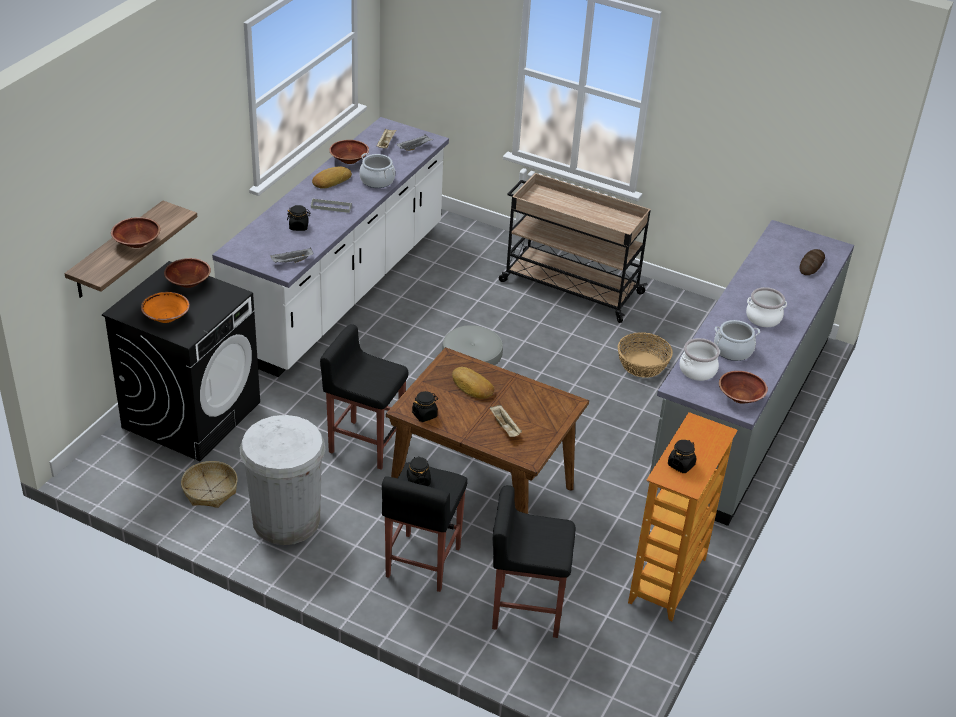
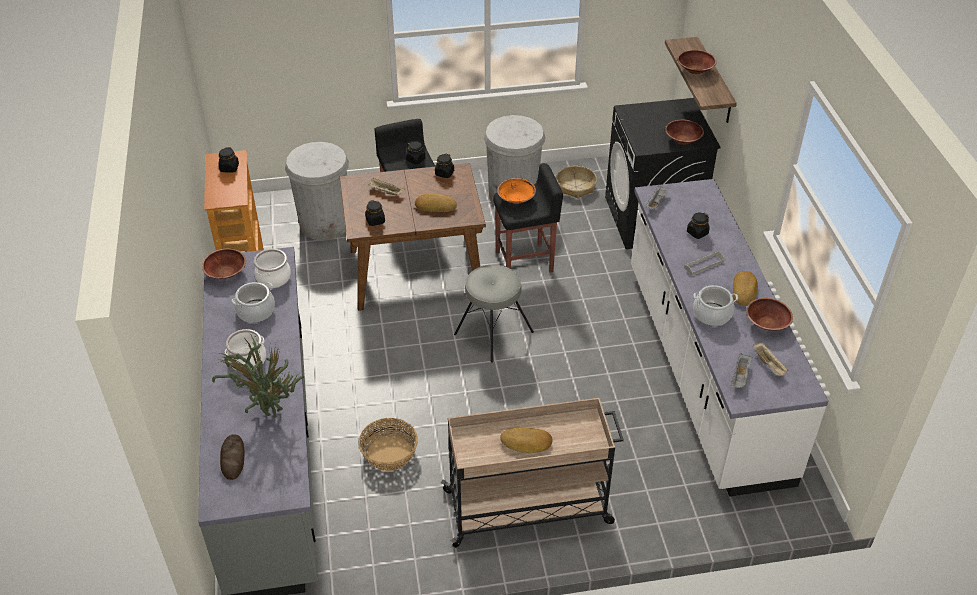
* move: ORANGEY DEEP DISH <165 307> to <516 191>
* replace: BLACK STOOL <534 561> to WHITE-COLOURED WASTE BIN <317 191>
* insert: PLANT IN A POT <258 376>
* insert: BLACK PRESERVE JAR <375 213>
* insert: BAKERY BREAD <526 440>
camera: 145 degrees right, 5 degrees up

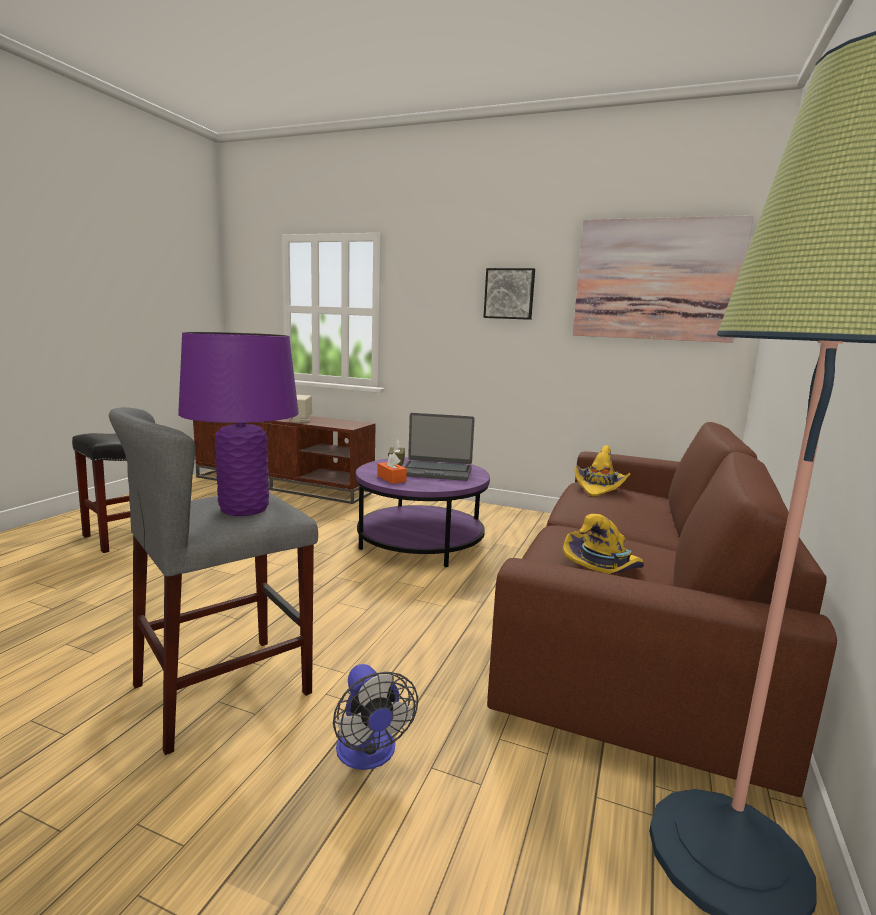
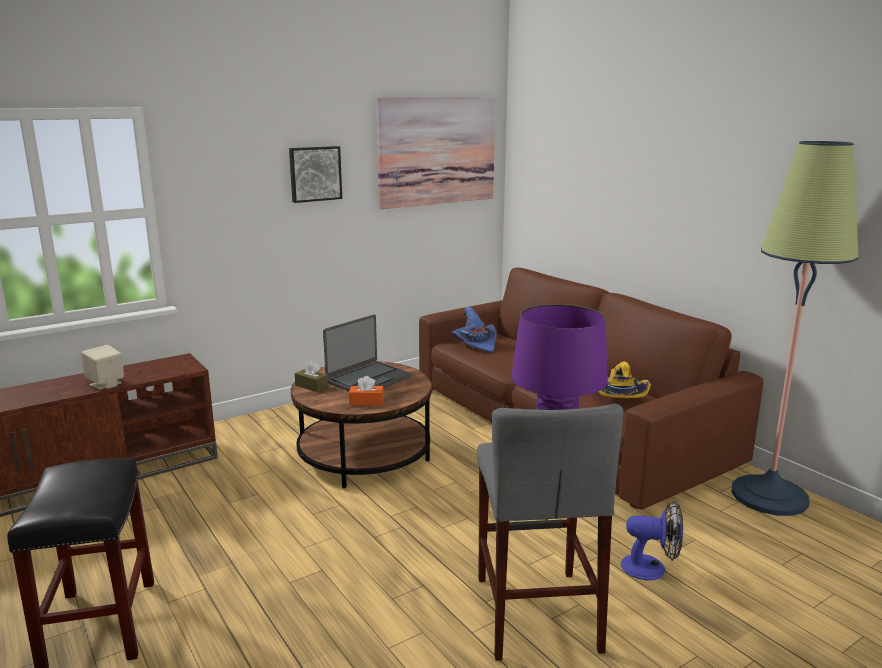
* recolor: PURPLISH LOUNGE TABLE <423 512> to BROWN-COLOURED LOUNGE TABLE <361 424>
* recolor: YELLOW-COLOURED HAT <602 471> to BLUE-COLOURED HAT <474 330>
camera: 55 degrees left, 5 degrees up

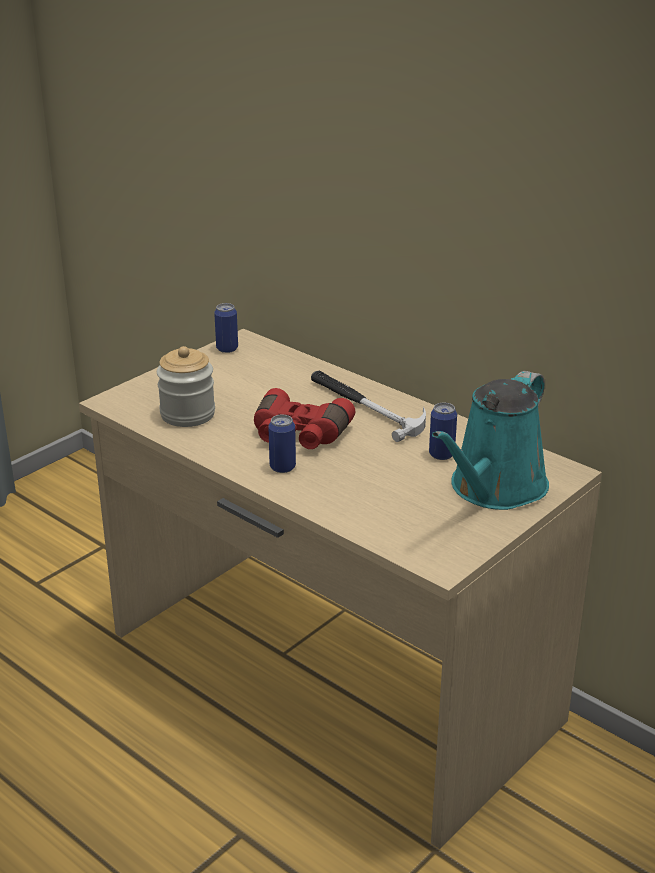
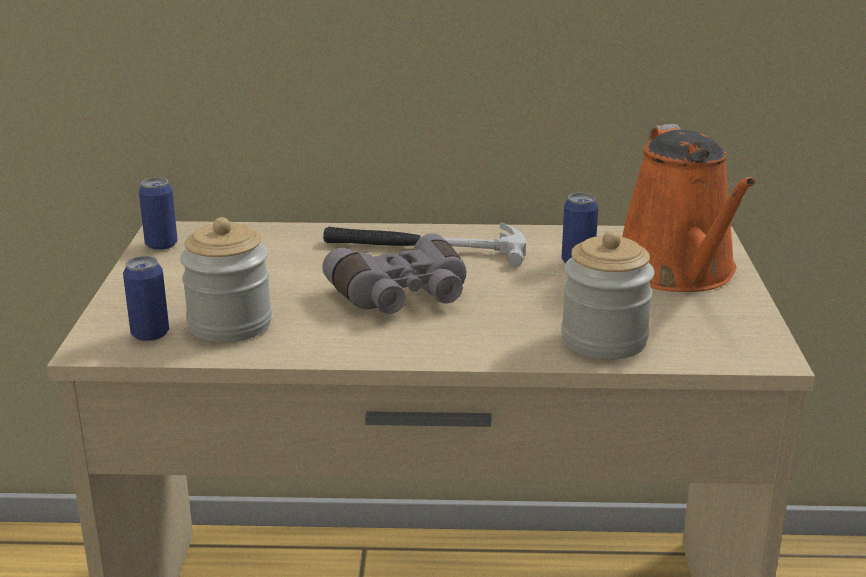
* recolor: REDDISH FIELD GLASSES <304 418> to GRAY FIELD GLASSES <394 273>
* move: SEALED CAN <282 444> to <146 298>
* recolor: TURQUOISE-COLOURED SPRINKLING CAN <490 440> to ORANGEY SPRINKLING CAN <689 208>
* insert: PRESERVE JAR <608 295>
camera: 40 degrees left, 5 degrees down

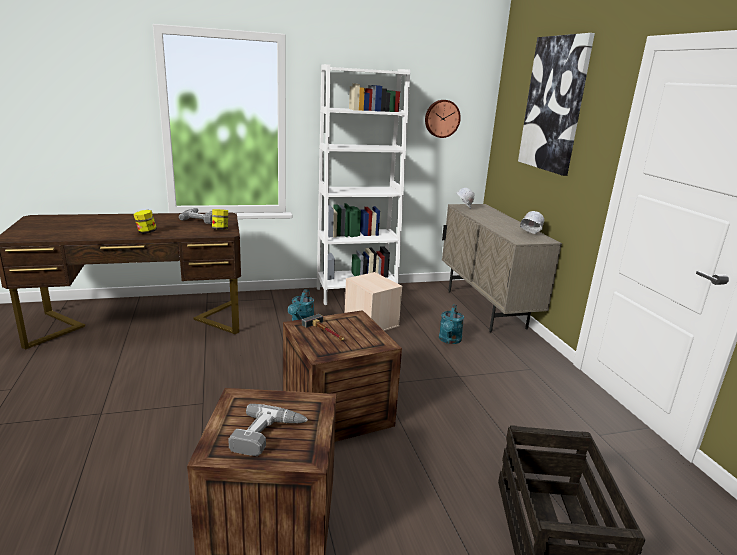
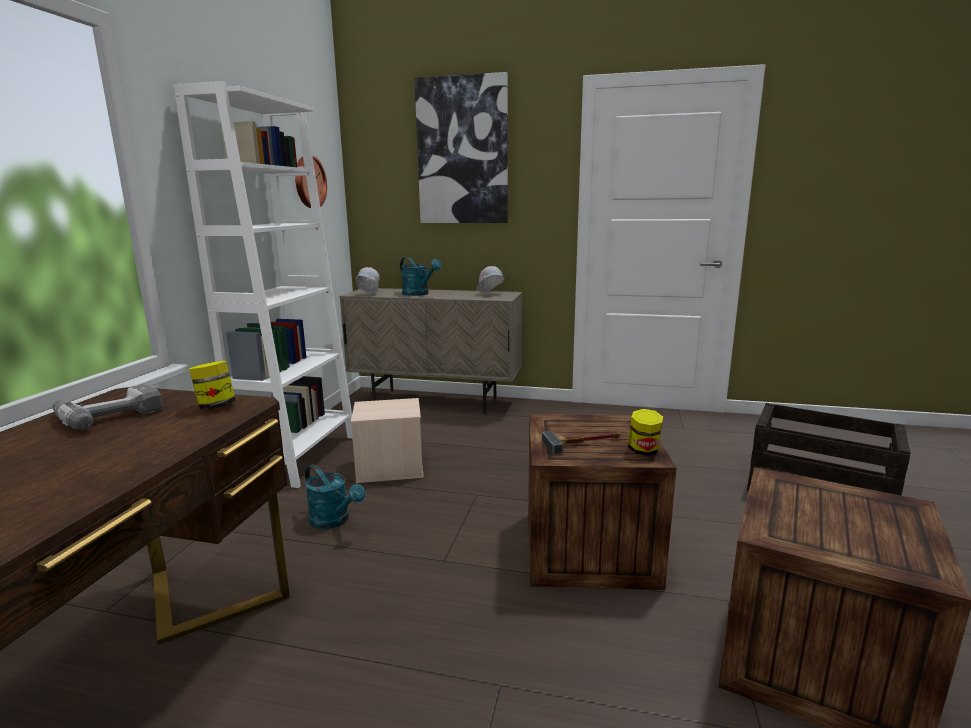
* move: PRESERVE JAR <145 222> to <645 432>
* delete: ELECTRIC DRILL <268 430>
* move: TURQUOISE-COLOURED SPRINKLING CAN <451 324> to <421 276>
camera: 60 degrees left, 5 degrees down

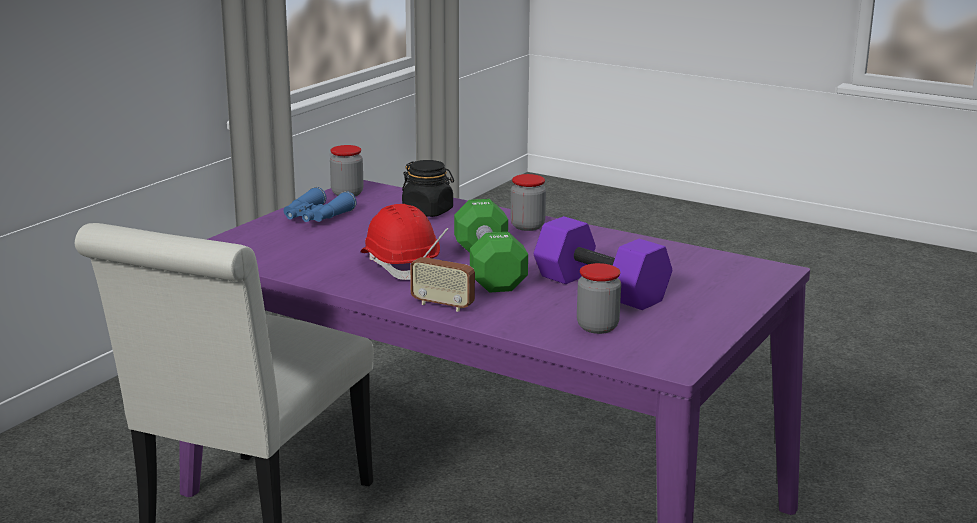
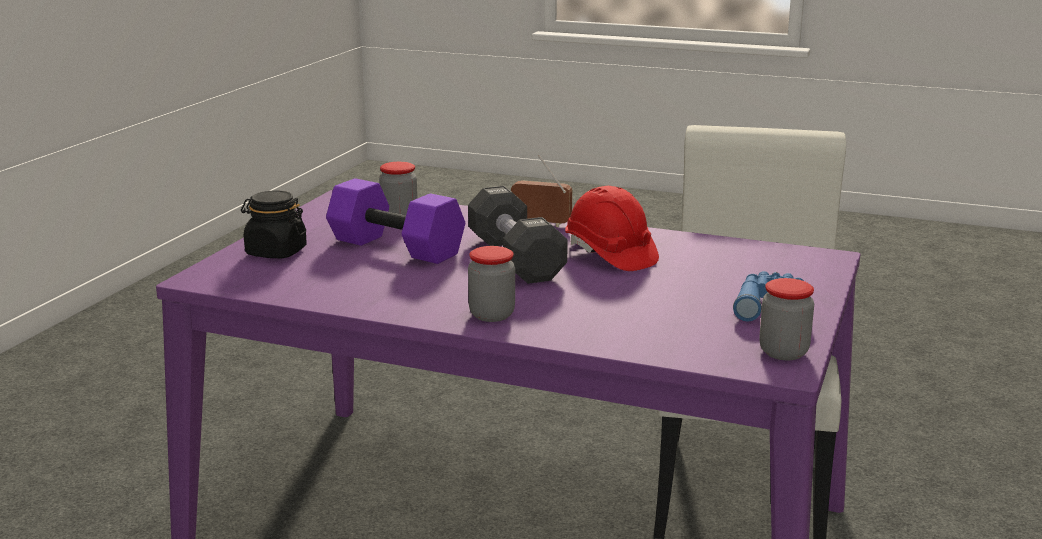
* move: BLACK PRESERVE JAR <428 188> to <274 224>
* recolor: GREENISH FREE WEIGHT <491 245> to BLACK FREE WEIGHT <518 235>
camera: 170 degrees right, 0 degrees up

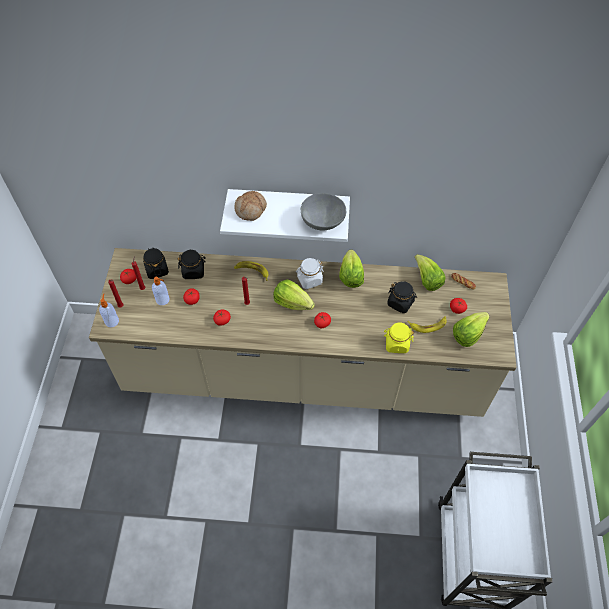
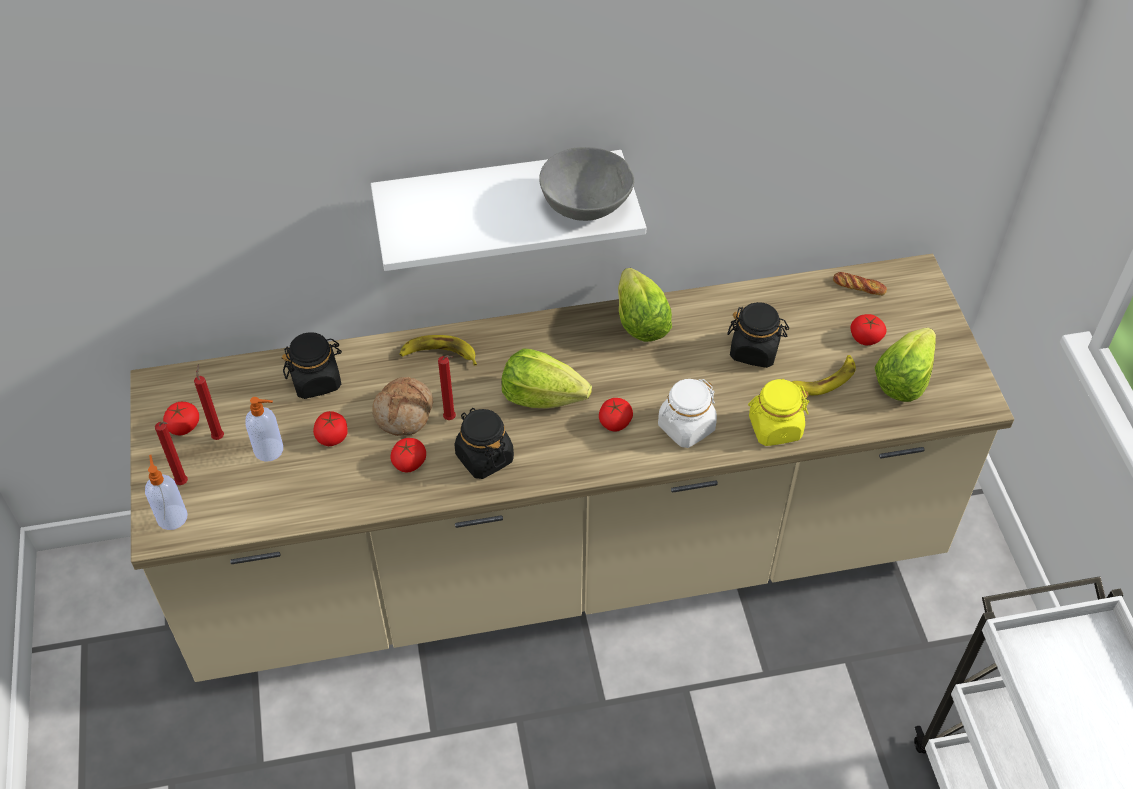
* move: BLACK PRESERVE JAR <156 263> to <484 443>
* move: BAKERY BREAD <250 206> to <402 406>
* move: WHITE-COLOURED PRESERVE JAR <310 273> to <687 413>
* delete: HEAD OF LETTUCE <430 272>
camera: 15 degrees left, 5 degrees down

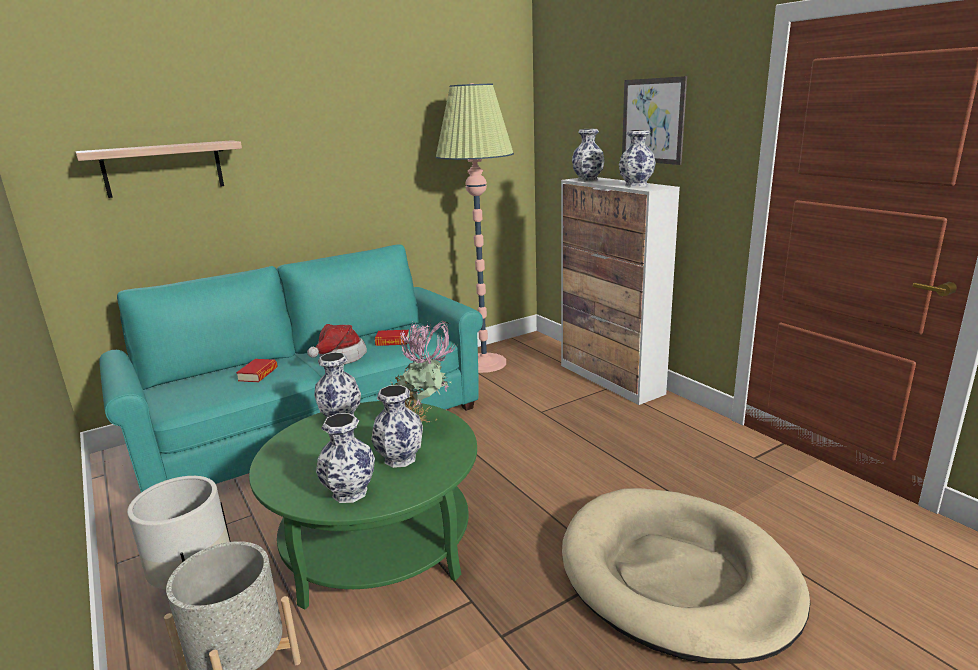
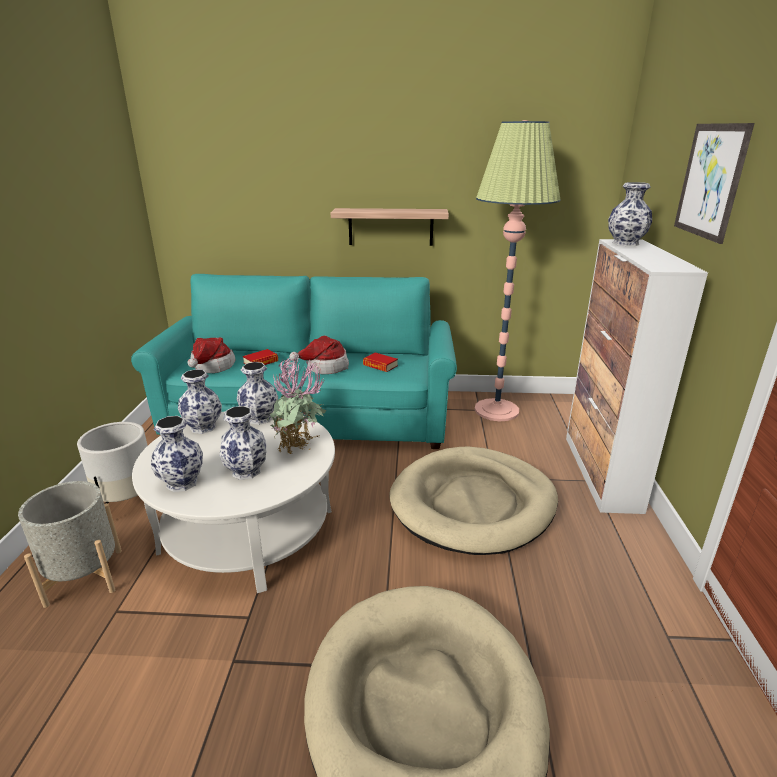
* move: BRACKET SHELF <159 169> to <390 227>
* recolor: GREENISH LOUNGE TABLE <363 505> to WHITE-COLOURED LOUNGE TABLE <233 502>
* move: FLOWER VASE <637 158> to <200 401>
* insert: HAT <211 355>
* insert: SAND-COLOURED PET BED <473 501>
camera: 35 degrees right, 5 degrees up

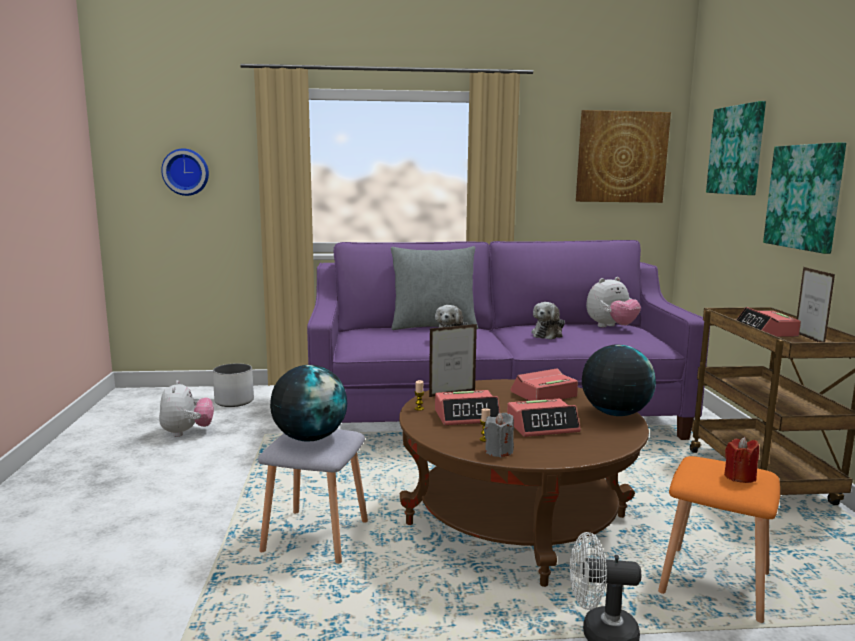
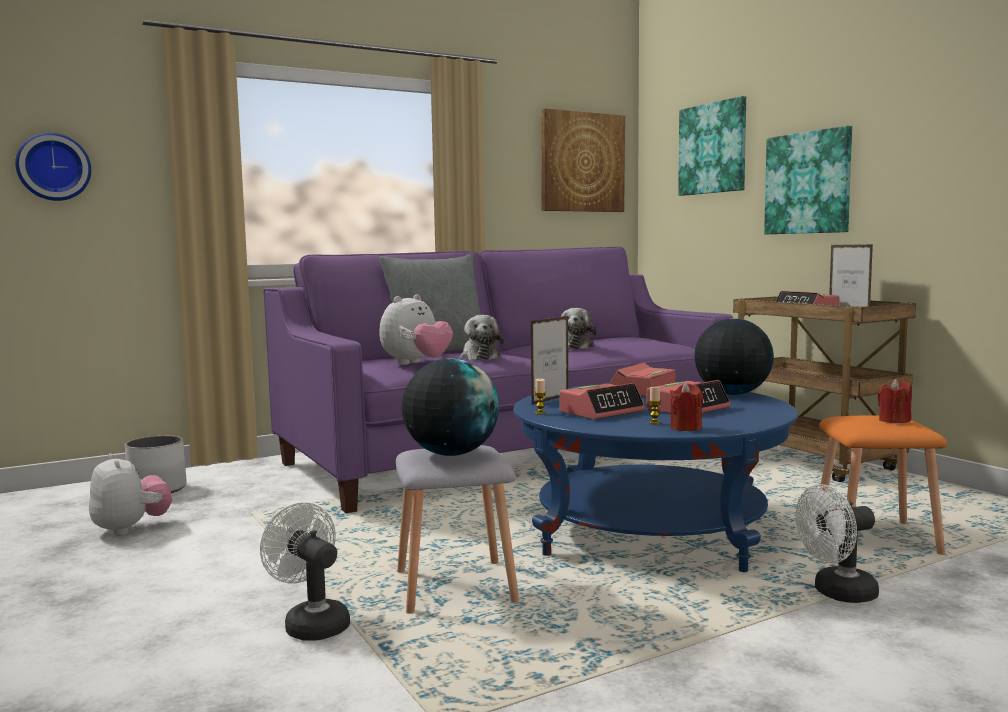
* recolor: BROWN-COLOURED LOUNGE TABLE <524 483> to BLUE-COLOURED LOUNGE TABLE <656 478>
* recolor: GRAY WAX LIGHT <499 434> to REDDISH WAX LIGHT <686 406>
* move: SOFT TOY <613 302> to <416 329>
* insert: WHITE-COLOURED FAN <305 571>
camera: 25 degrees left, 5 degrees down

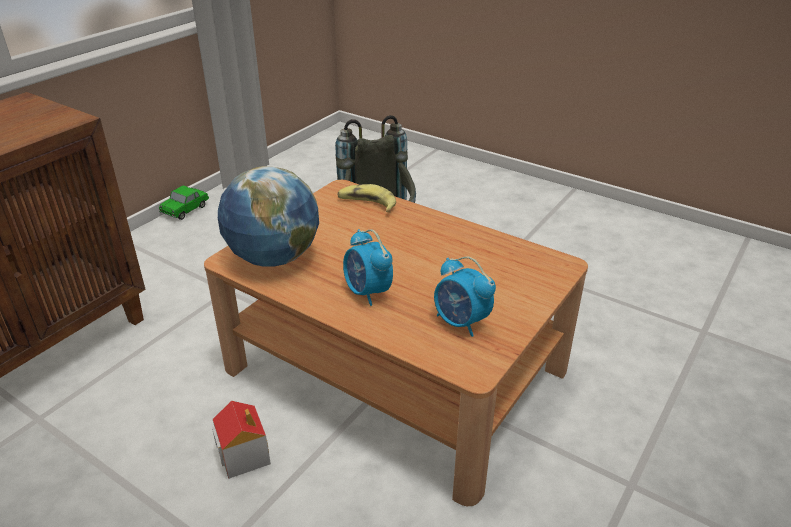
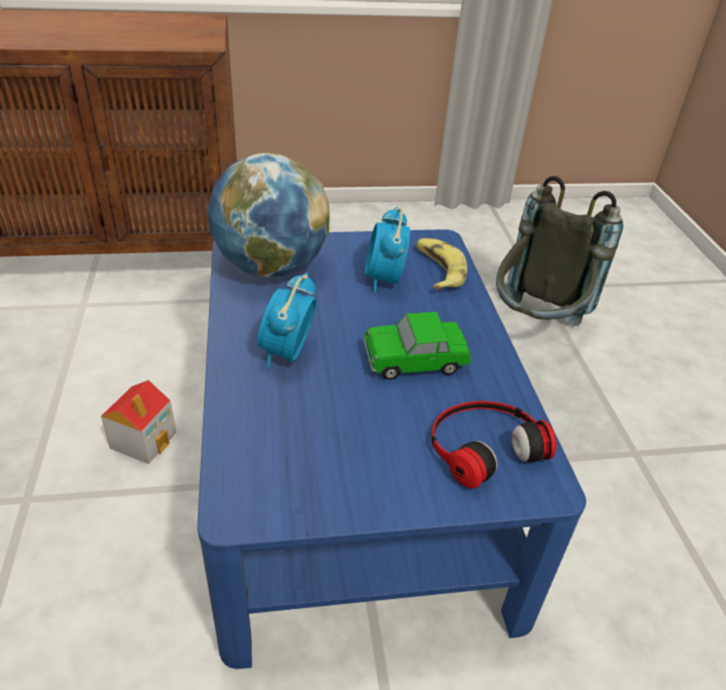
* move: MODEL CAR <184 202> to <417 346>
* recolor: BROWN-COLOURED LOUNGE TABLE <396 343> to BLUE-COLOURED LOUNGE TABLE <391 449>
* move: BEDSIDE CLOCK <465 297> to <387 249>
* insert: HEADPHONES <493 444>
camera: 45 degrees right, 5 degrees up

